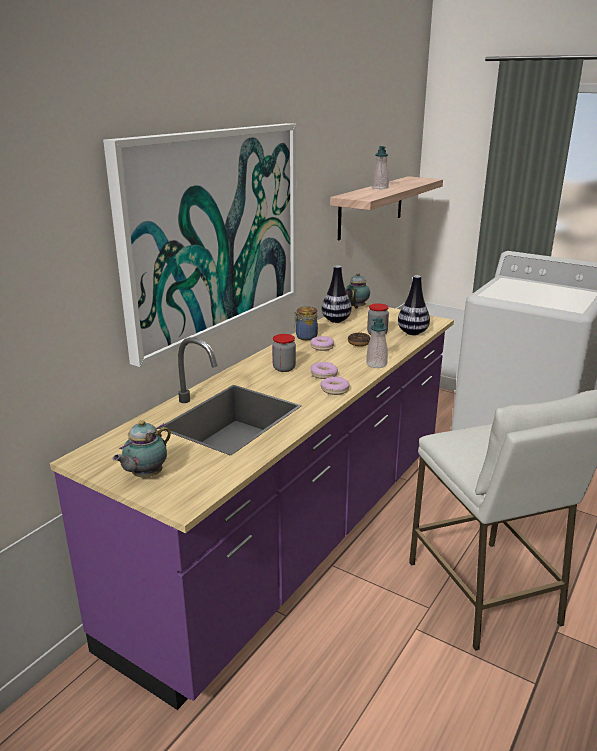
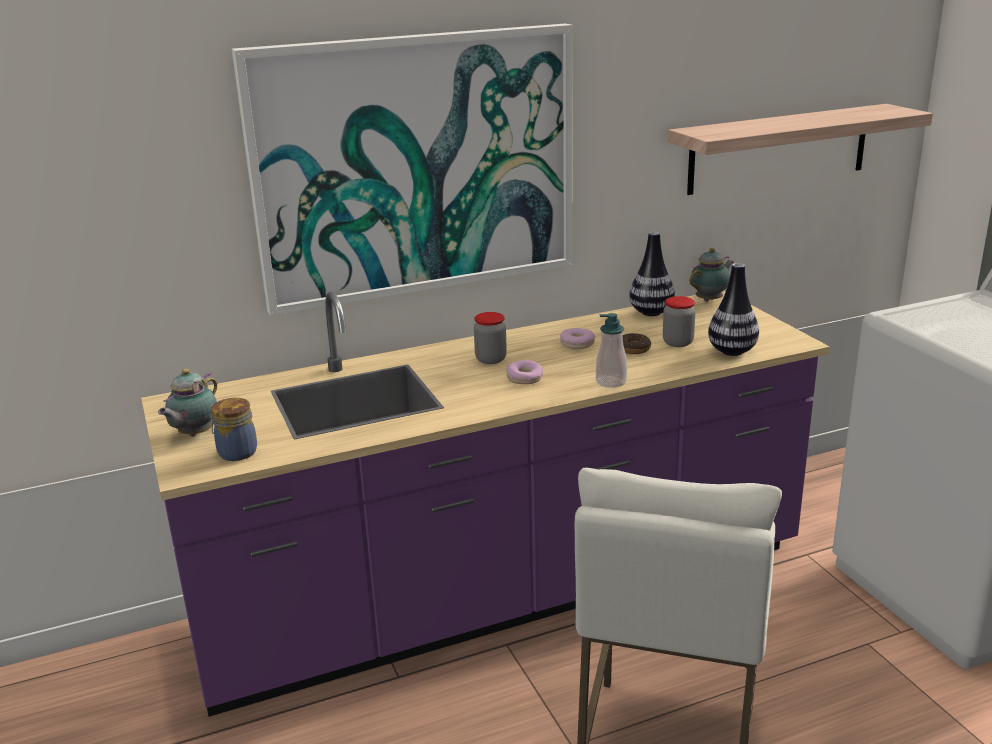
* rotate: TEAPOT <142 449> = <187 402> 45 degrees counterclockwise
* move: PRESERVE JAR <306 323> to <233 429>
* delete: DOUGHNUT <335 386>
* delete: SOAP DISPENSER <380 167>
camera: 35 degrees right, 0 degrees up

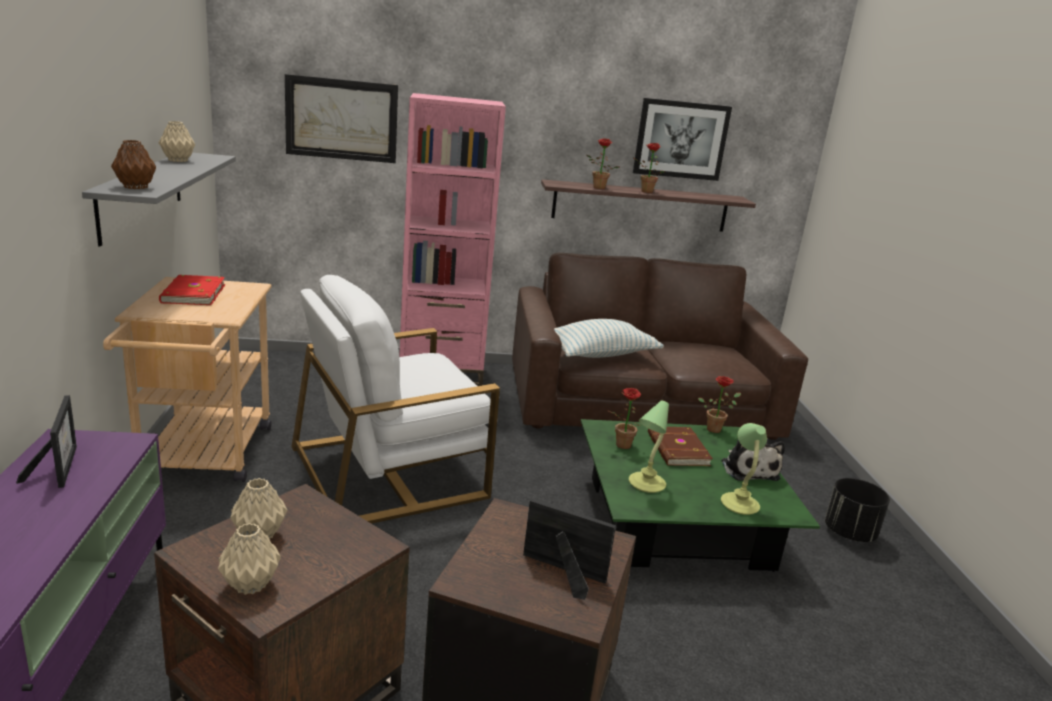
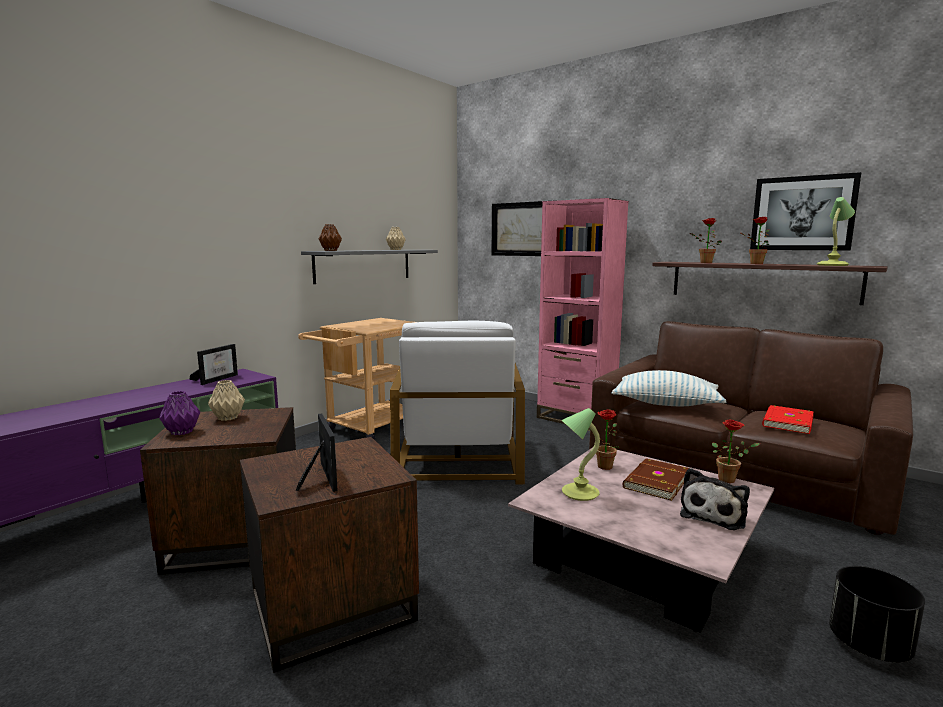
* move: REDDISH VOLUME <192 290> to <788 419>
* recolor: SAND-COLOURED FLOWER VASE <249 559> to PURPLISH FLOWER VASE <179 413>
* rotate: WHITE-COLOURED LOUNGE CHAIR <395 399> = <457 402> 105 degrees counterclockwise
* recolor: GREENISH LOUNGE TABLE <700 495> to PINKISH LOUNGE TABLE <641 539>
* move: LAMP FOR A TABLE <744 469> to <836 231>
camera: 45 degrees right, 10 degrees down

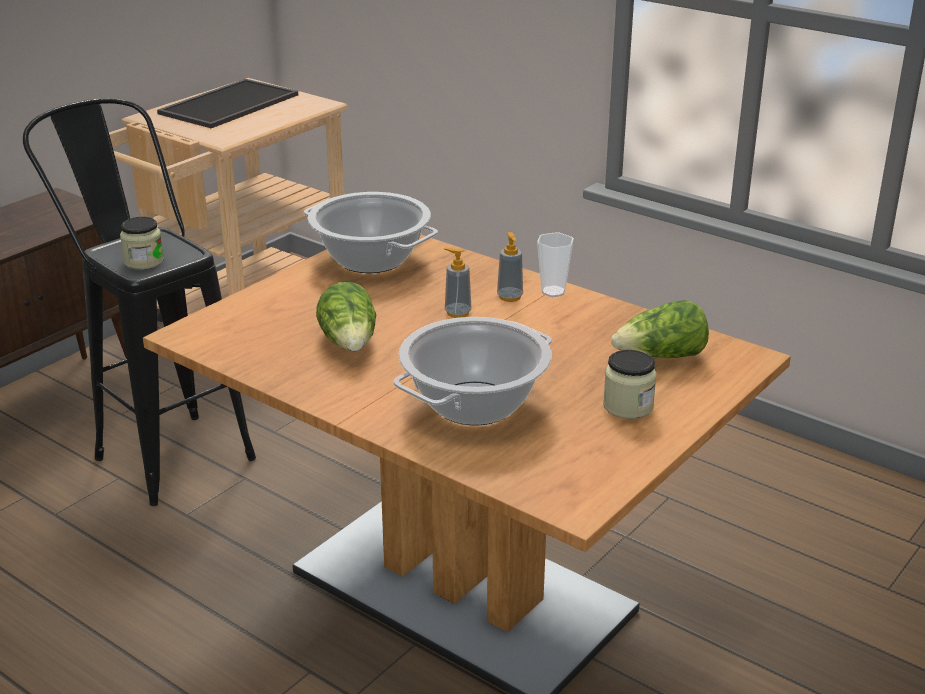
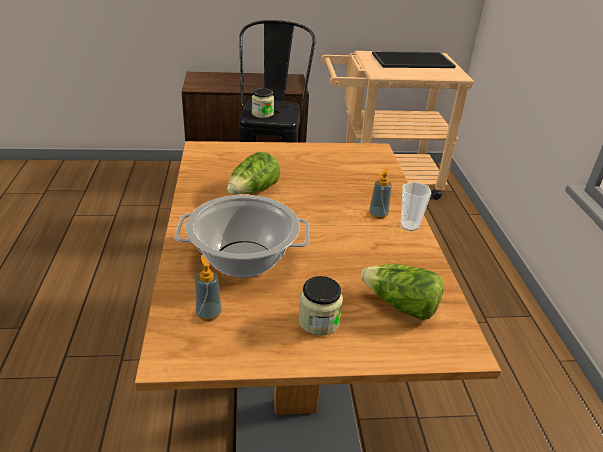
* delete: SAUCEPOT <371 232>
* move: SOAP DISPENSER <457 283> to <209 288>
camera: 45 degrees right, 5 degrees up

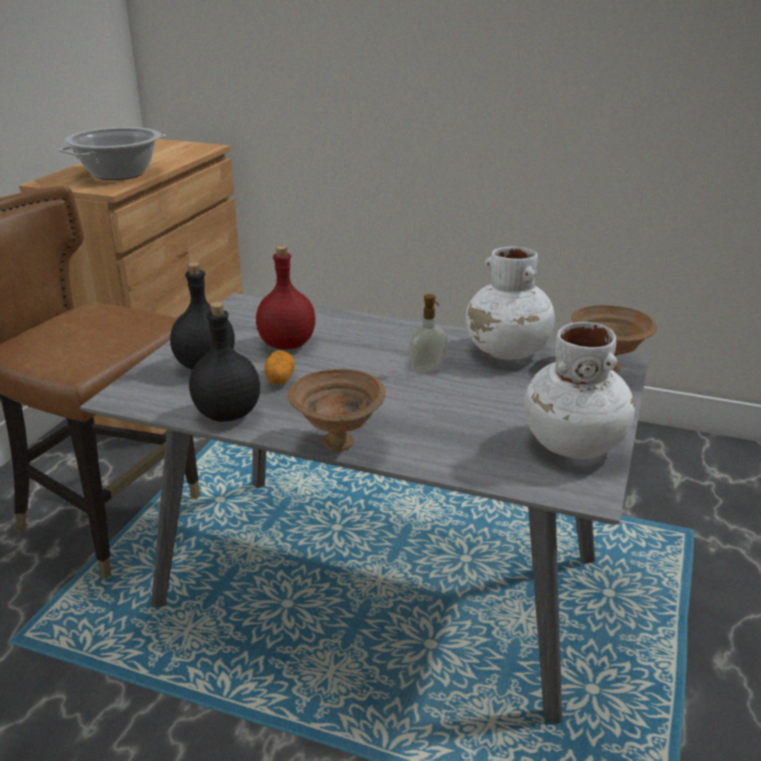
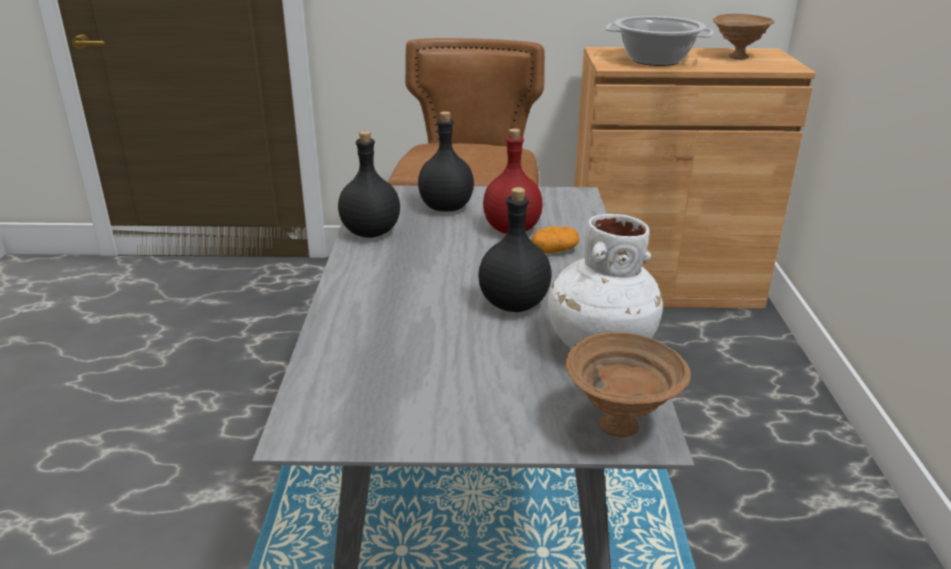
* move: SPUD <279 367> to <555 240>
* move: BROWN-COLOURED DEEP DISH <337 410> to <744 37>
* replace: SOAP DISPENSER <428 333> to BLACK DRINK BOTTLE <515 249>
* delete: WHITE-COLOURED FLOWER VASE <579 390>
camera: 70 degrees right, 0 degrees up

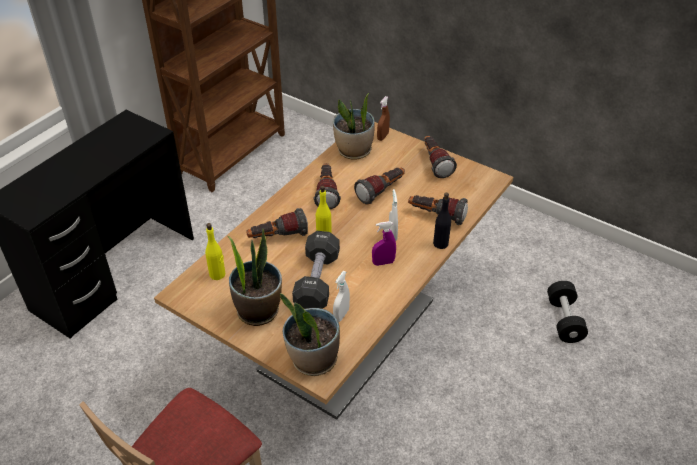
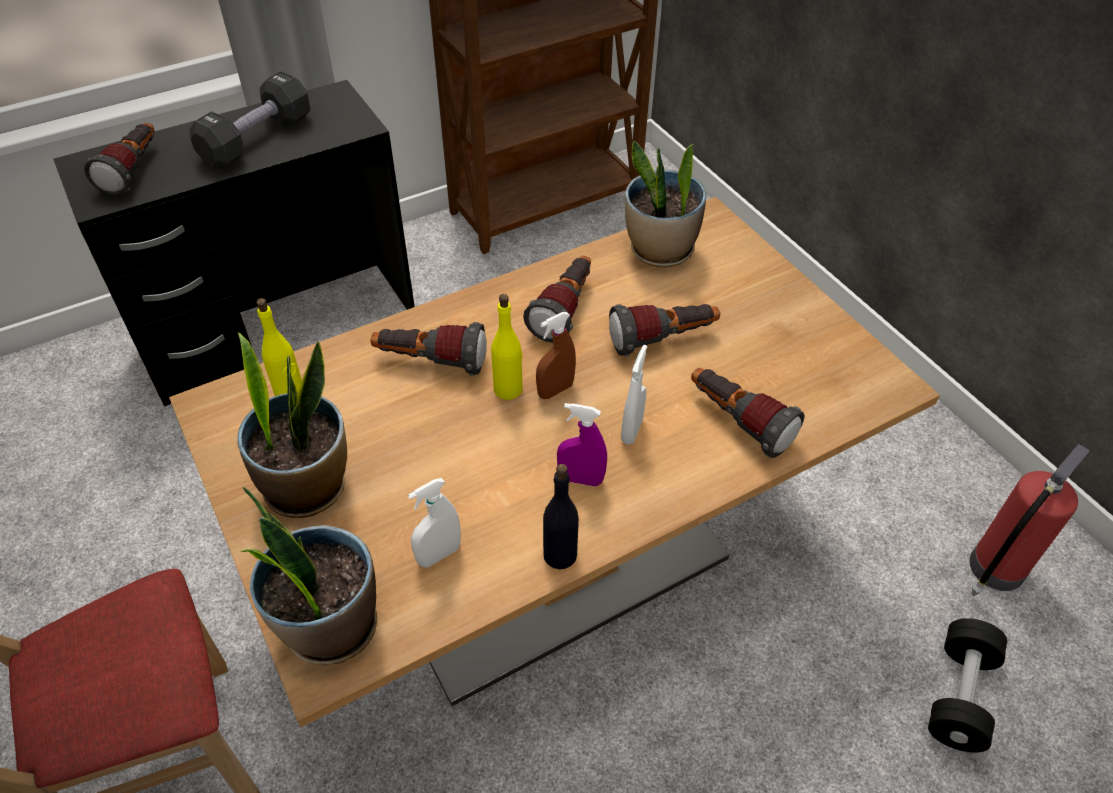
* move: BLACK FREE WEIGHT <316 270> to <250 120>
* move: BROWN-COLOURED HAND SPRAYER <383 118> to <556 355>
* move: HAND TORCH <440 157> to <119 159>
* move: BLACK DRINK BOTTLE <442 221> to <561 516>
* insert: EXTINGUISHER <1029 520>
camera: 25 degrees right, 5 degrees up

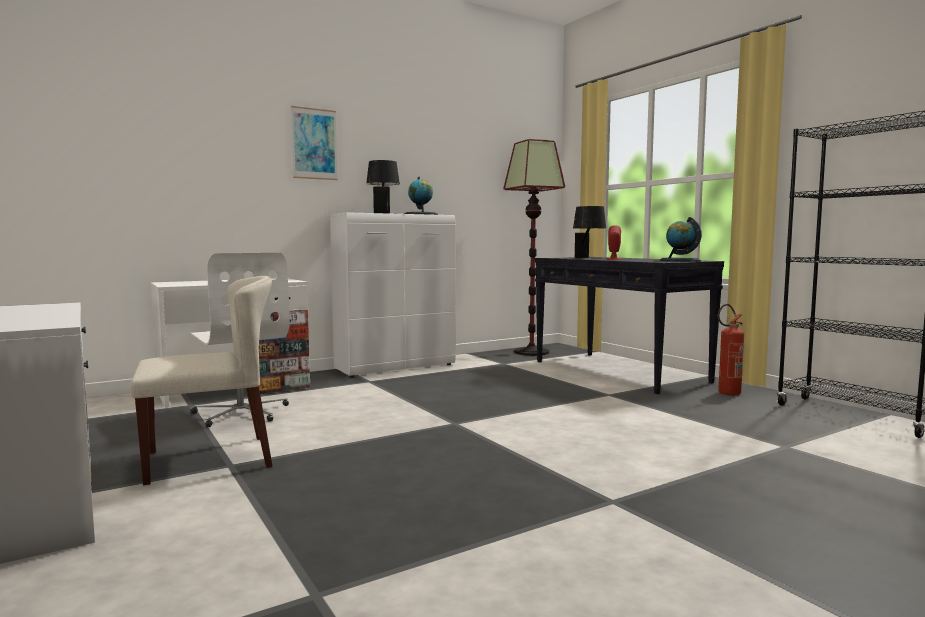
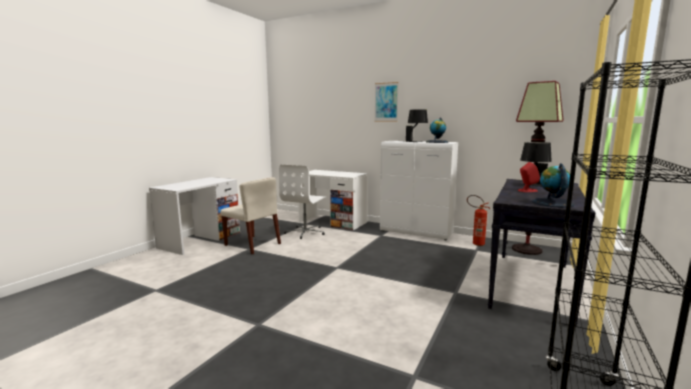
* move: EXTINGUISHER <731 349> to <478 220>
camera: 60 degrees right, 5 degrees up

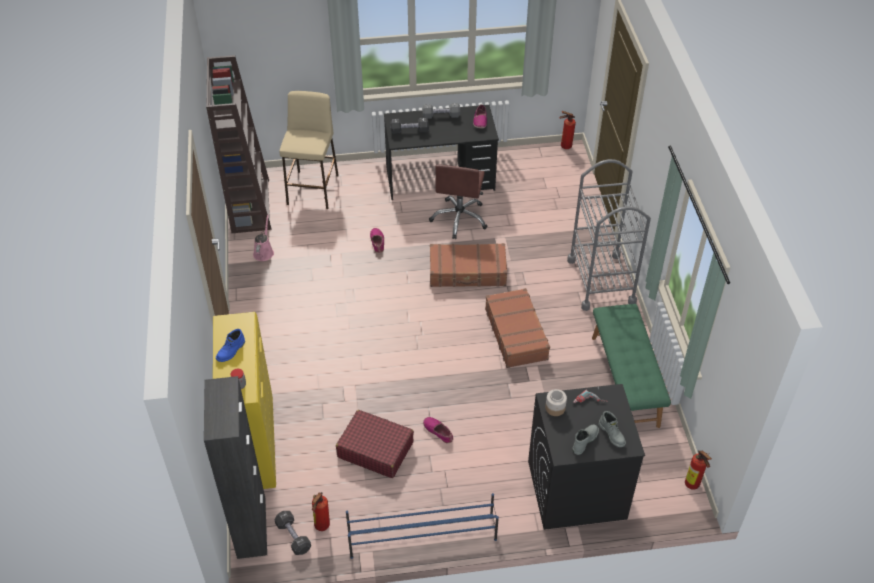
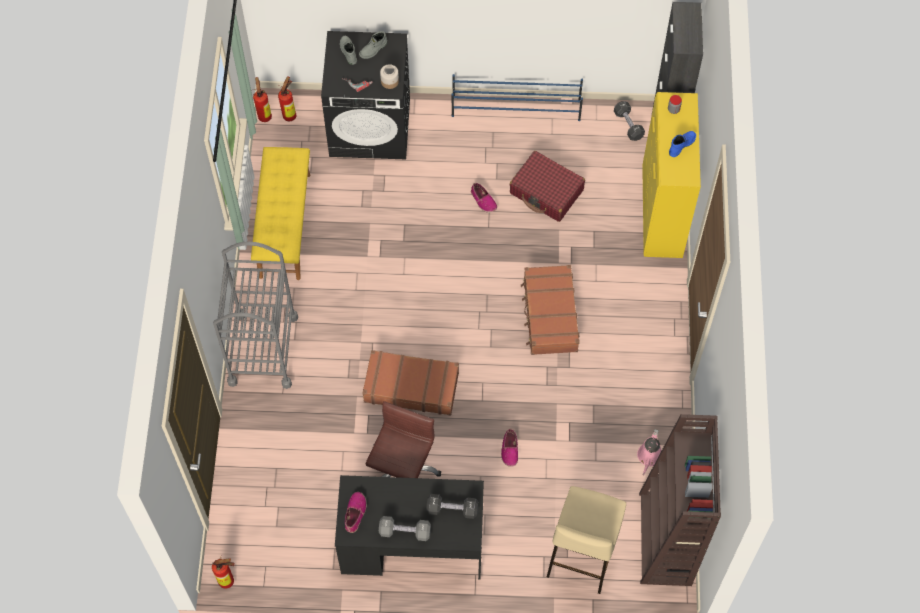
* move: EXTINGUISHER <321 511> to <287 98>
* move: BROWN-COLOURED PIECE OF LUGGAGE <517 328> to <550 310>
* recolor: GREENISH LONG SEAT <631 366> to YELLOW-COLOURED LONG SEAT <280 213>
camera: 170 degrees left, 15 degrees up

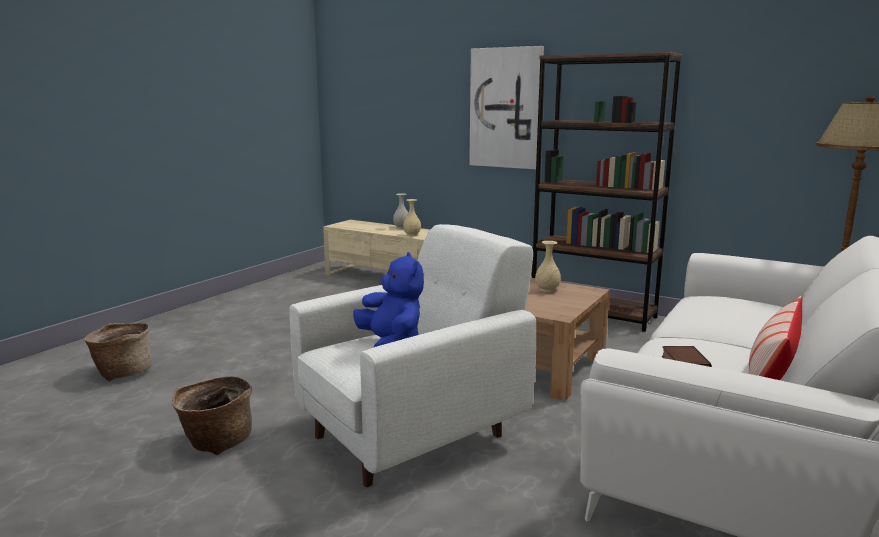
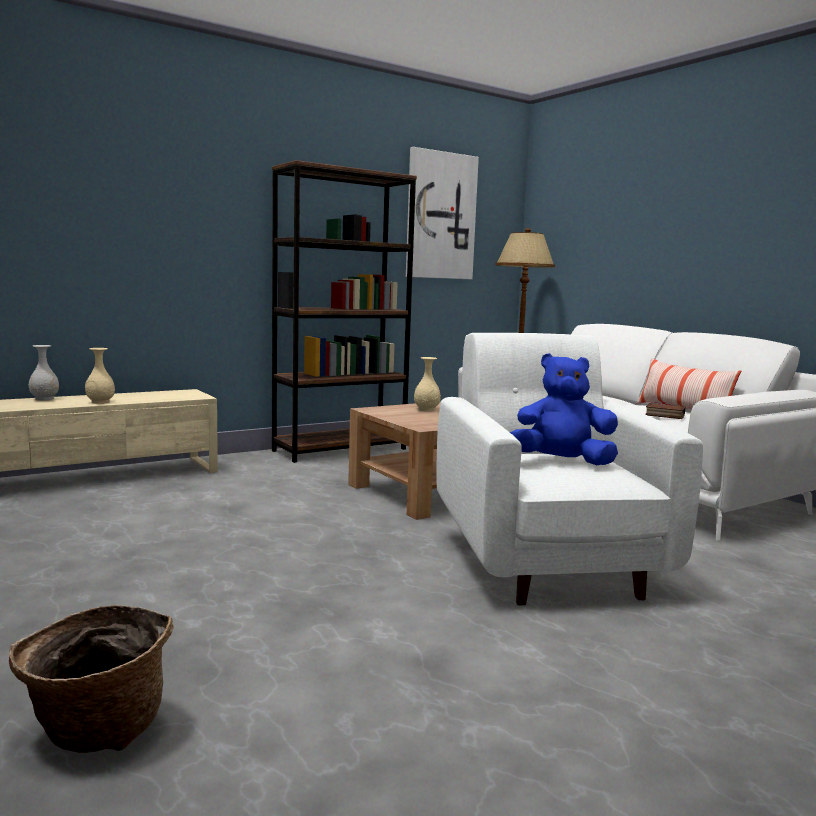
* delete: HOUSEHOLD BASKET <212 415>
* move: WALL PICTURE <506 107> to <442 213>
camera: 65 degrees left, 5 degrees down

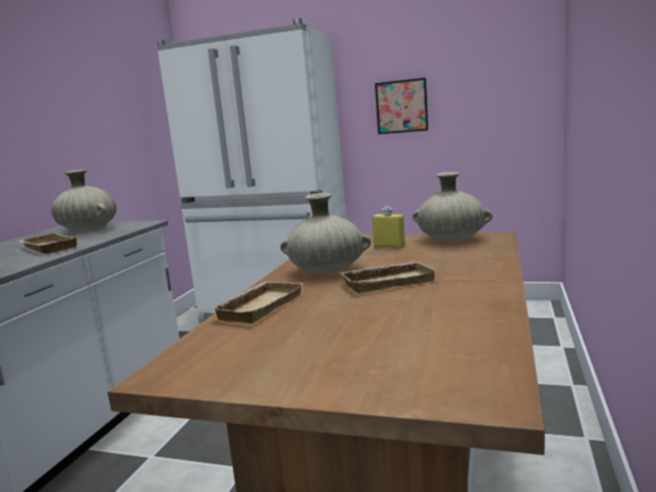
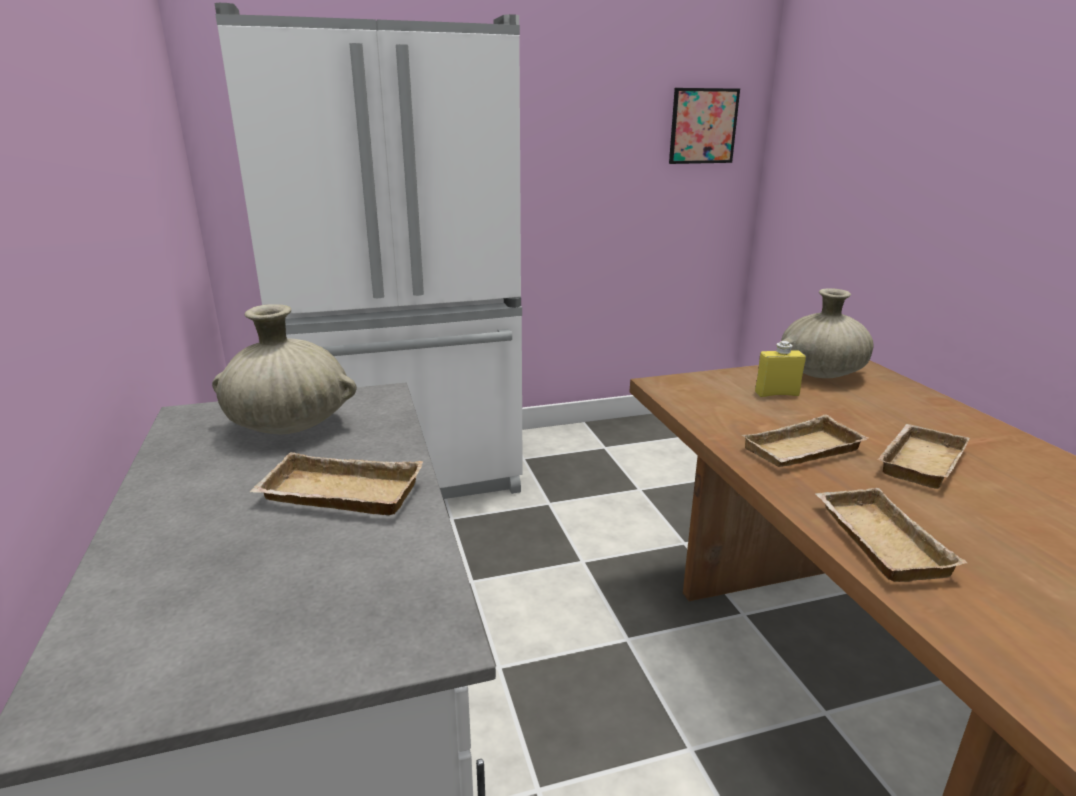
* replace: SAND-COLOURED FLOWER VASE <325 233> to SAND-COLOURED TRAY <805 440>
* move: WALL PICTURE <401 106> to <704 126>
camera: 35 degrees left, 10 degrees up

